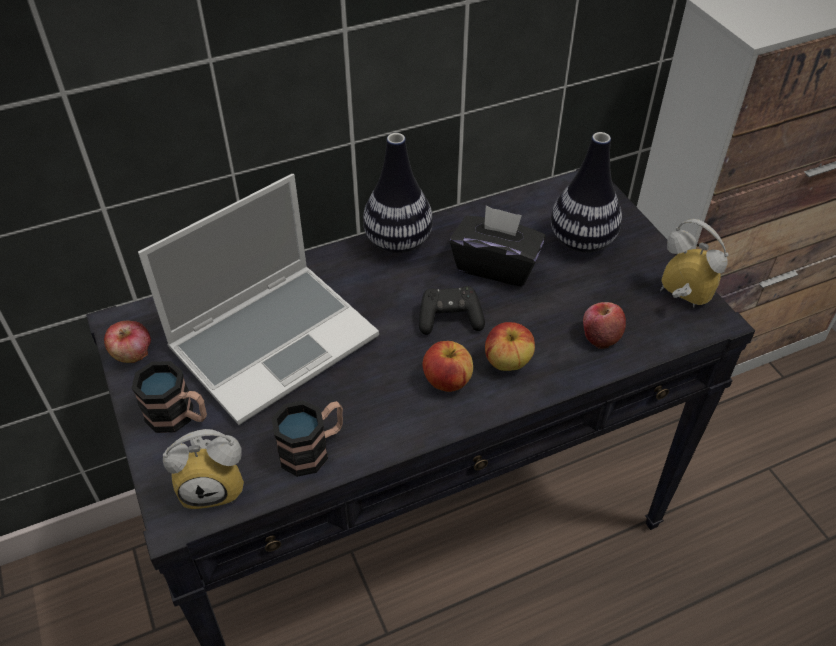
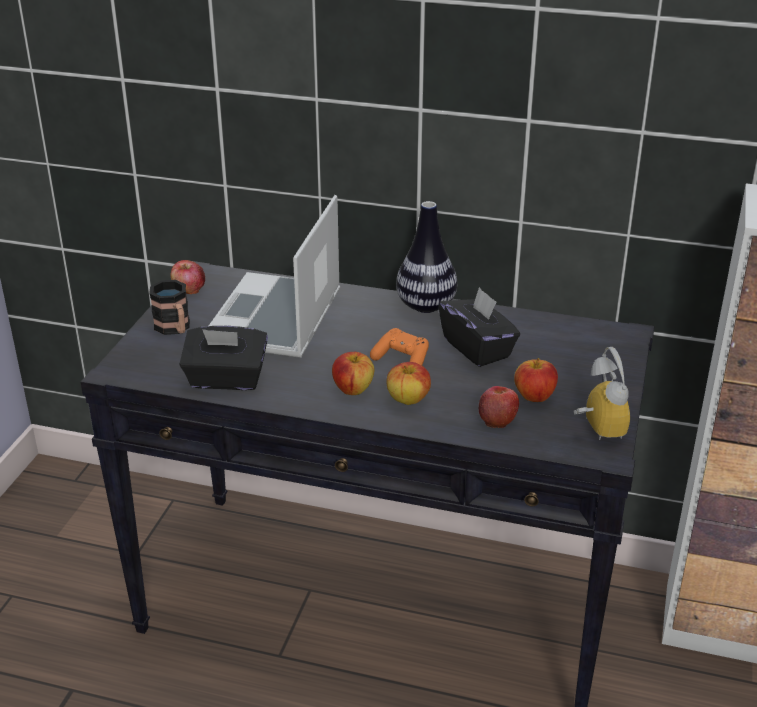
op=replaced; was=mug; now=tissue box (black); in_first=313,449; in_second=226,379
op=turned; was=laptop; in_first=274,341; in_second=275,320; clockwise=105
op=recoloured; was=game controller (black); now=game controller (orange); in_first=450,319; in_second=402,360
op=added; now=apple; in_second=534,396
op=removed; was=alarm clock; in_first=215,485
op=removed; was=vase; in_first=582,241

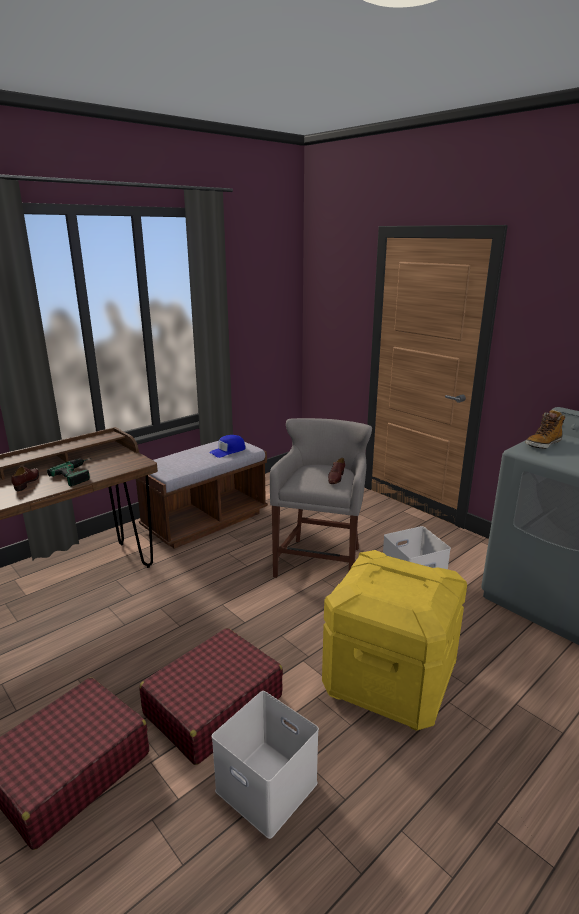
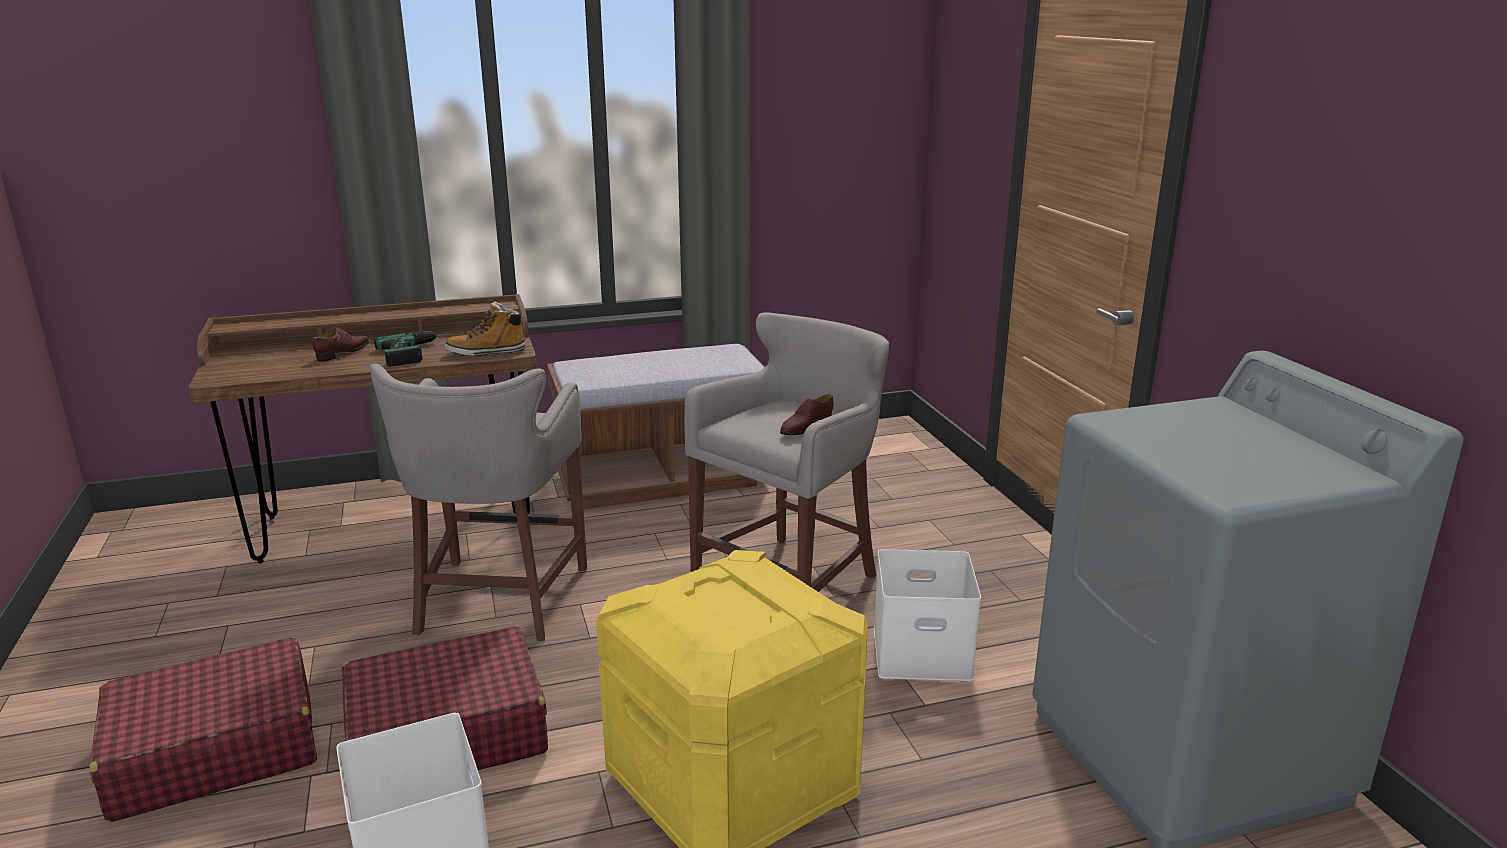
op=added; now=stool (grey); in_second=498,602
op=moved; was=boot; in_first=543,444; in_second=487,352
op=removed; was=cap (blue); in_first=228,451

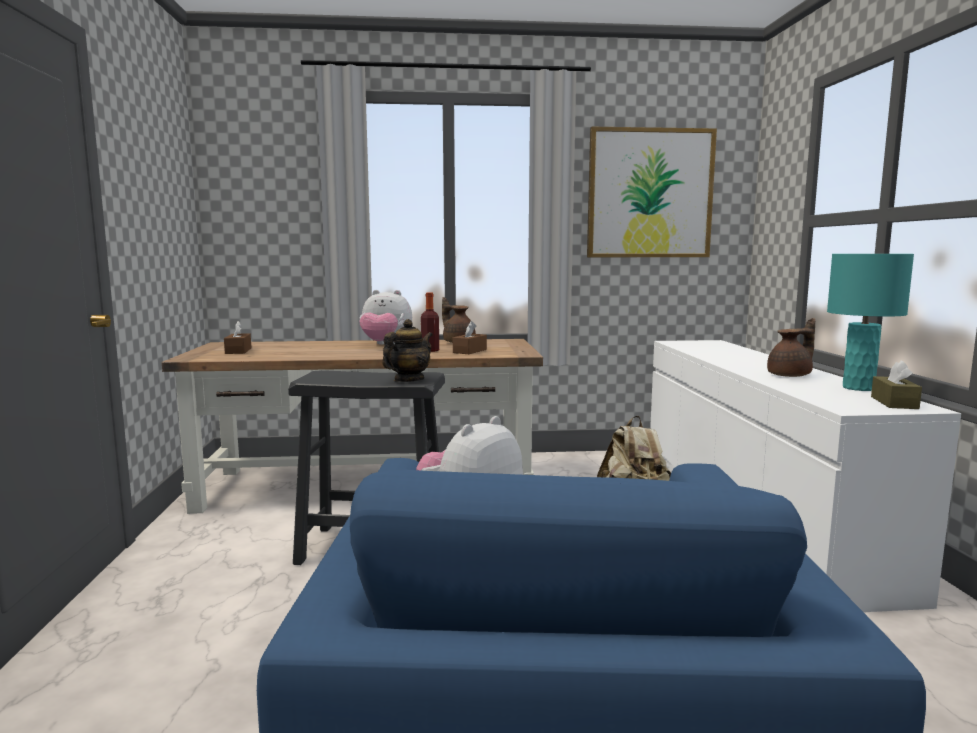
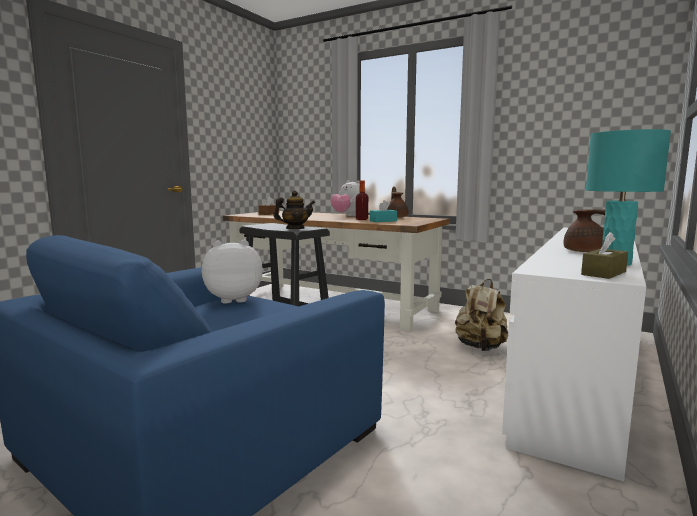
op=recoloured; was=tissue box (brown); now=tissue box (turquoise); in_first=469,351; in_second=383,221
op=removed; was=picture; in_first=650,194

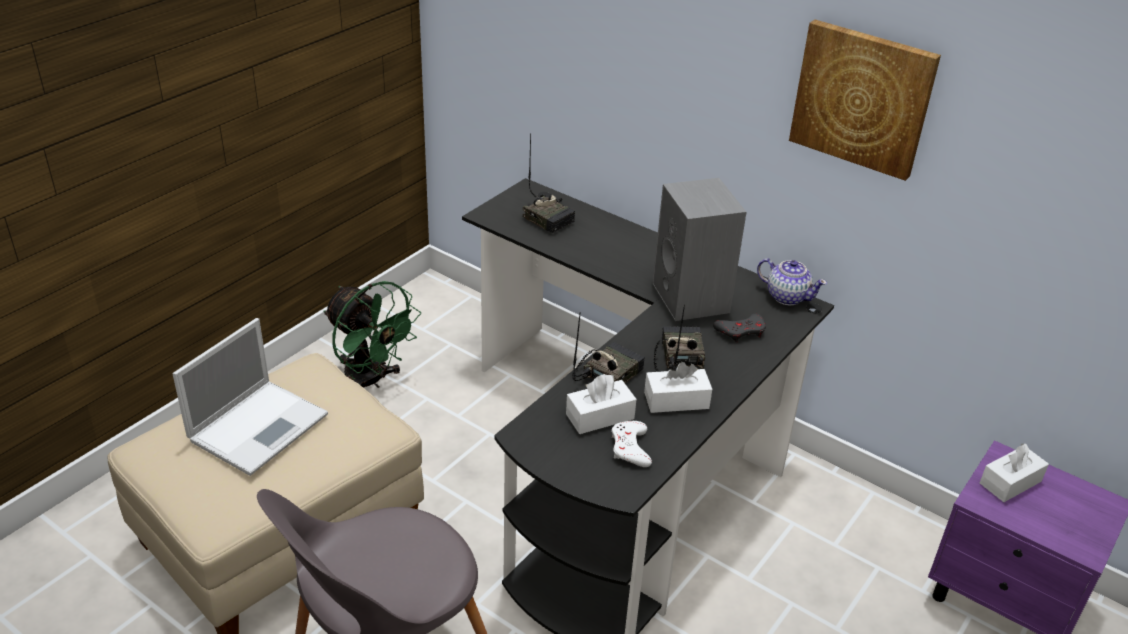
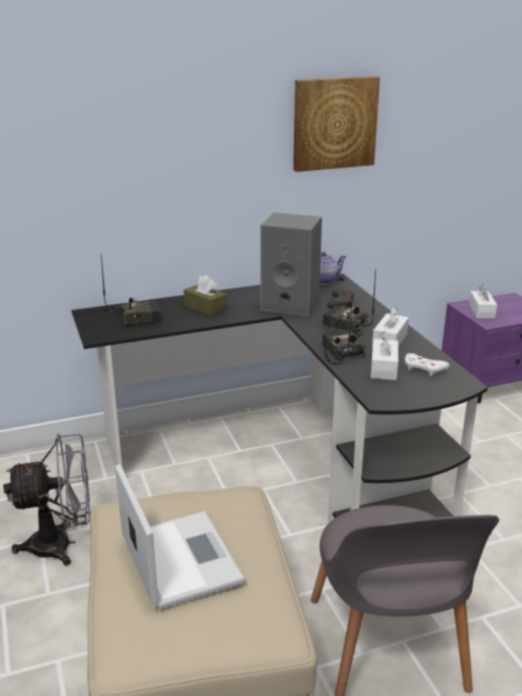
op=recoloured; was=fan (green); now=fan (grey); in_first=371,382; in_second=62,544
op=added; now=tissue box (brown); in_second=205,308

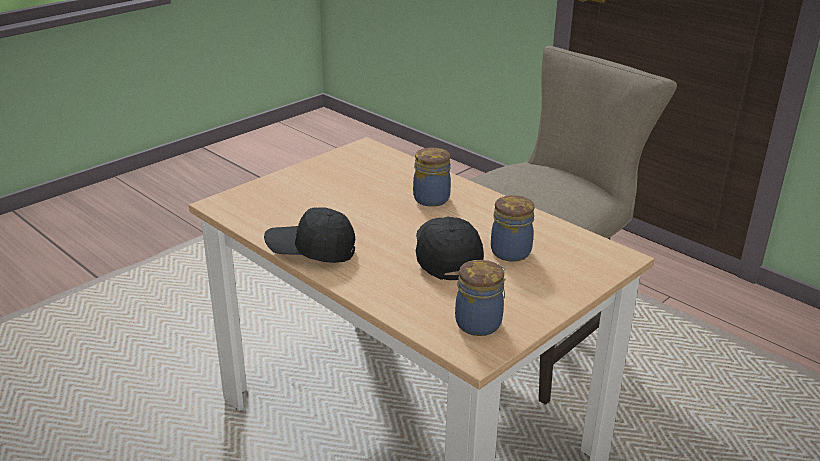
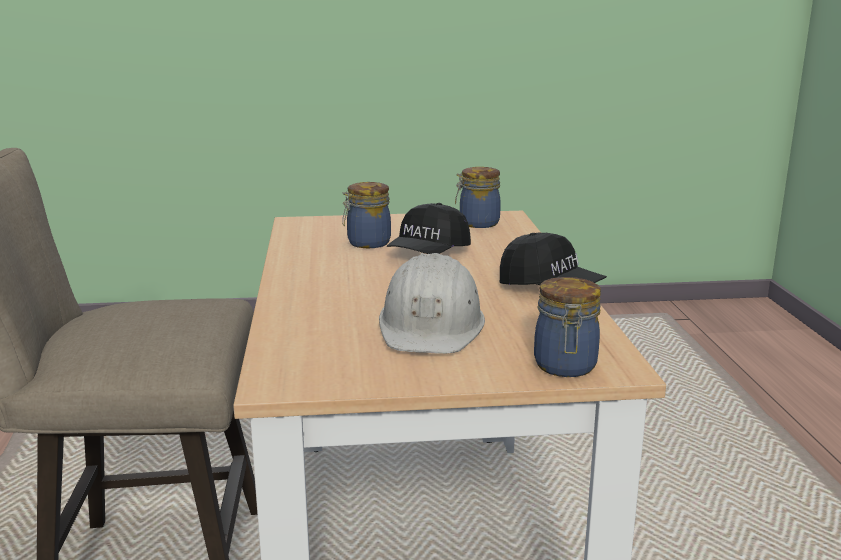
op=added; now=hard hat (white); in_second=432,325
op=moved; was=jar; in_first=430,198; in_second=565,367

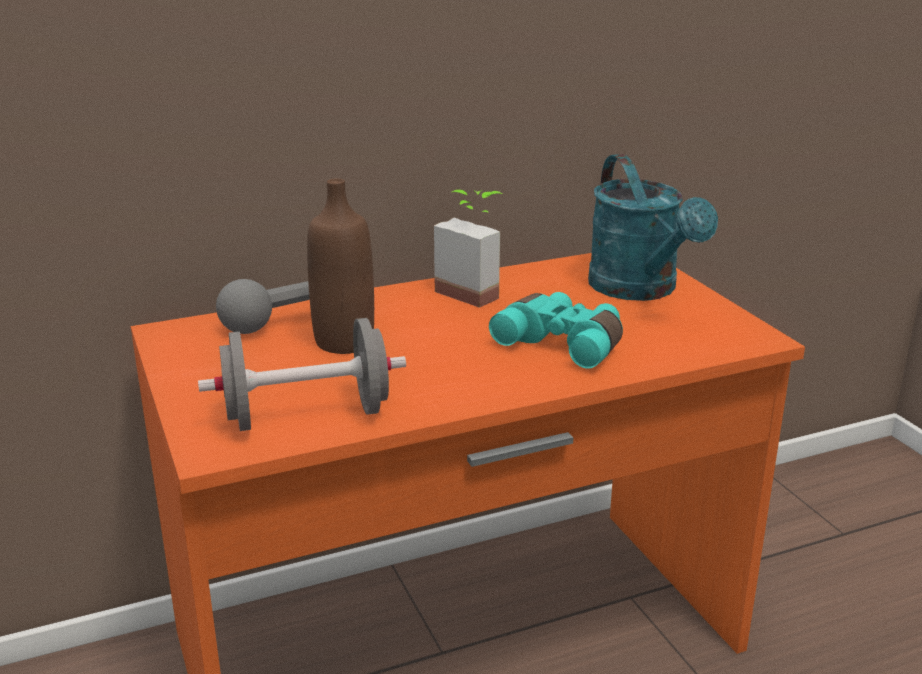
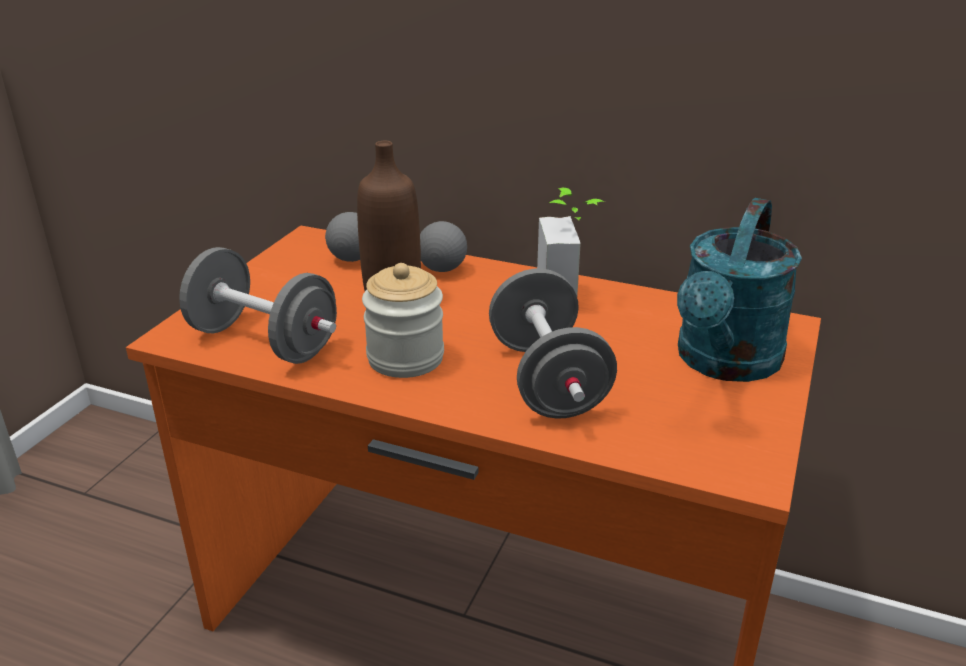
op=added; now=jar; in_second=405,358
op=replaced; was=binoculars (turquoise); now=dumbbell (grey); in_first=564,343; in_second=547,380

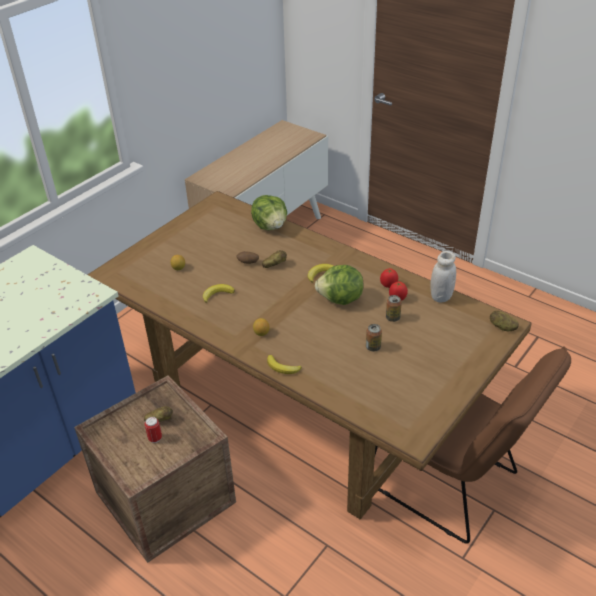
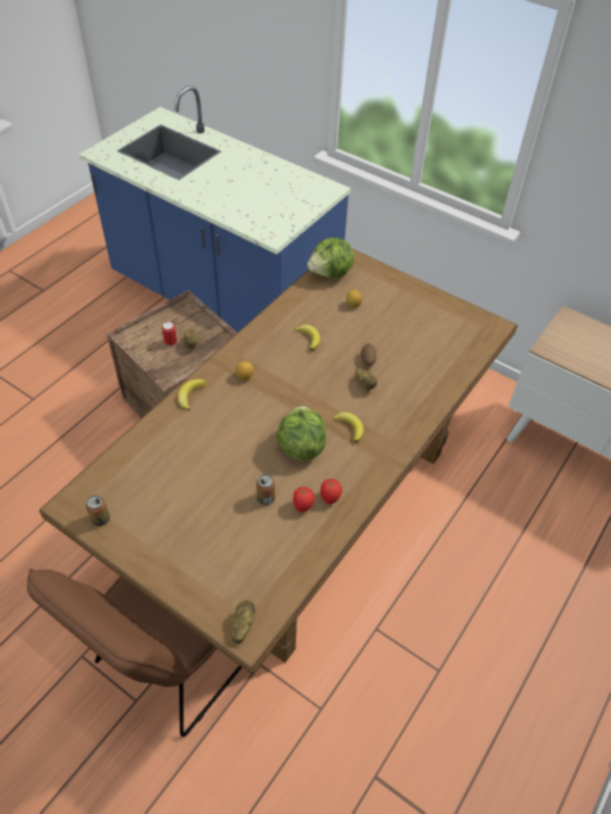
op=moved; was=can; in_first=373,347; in_second=100,519
op=moved; was=lettuce; in_first=270,226; in_second=331,273
op=removed; was=jar (white); in_first=441,296

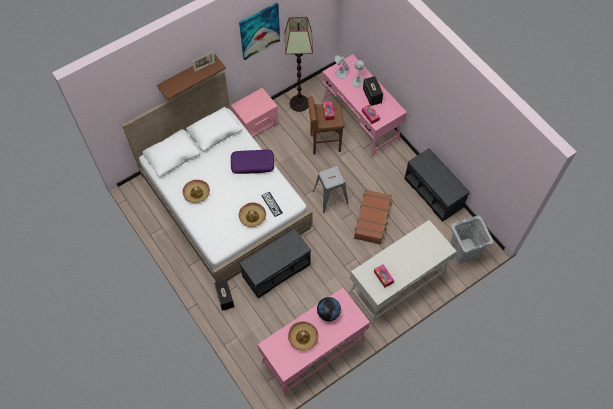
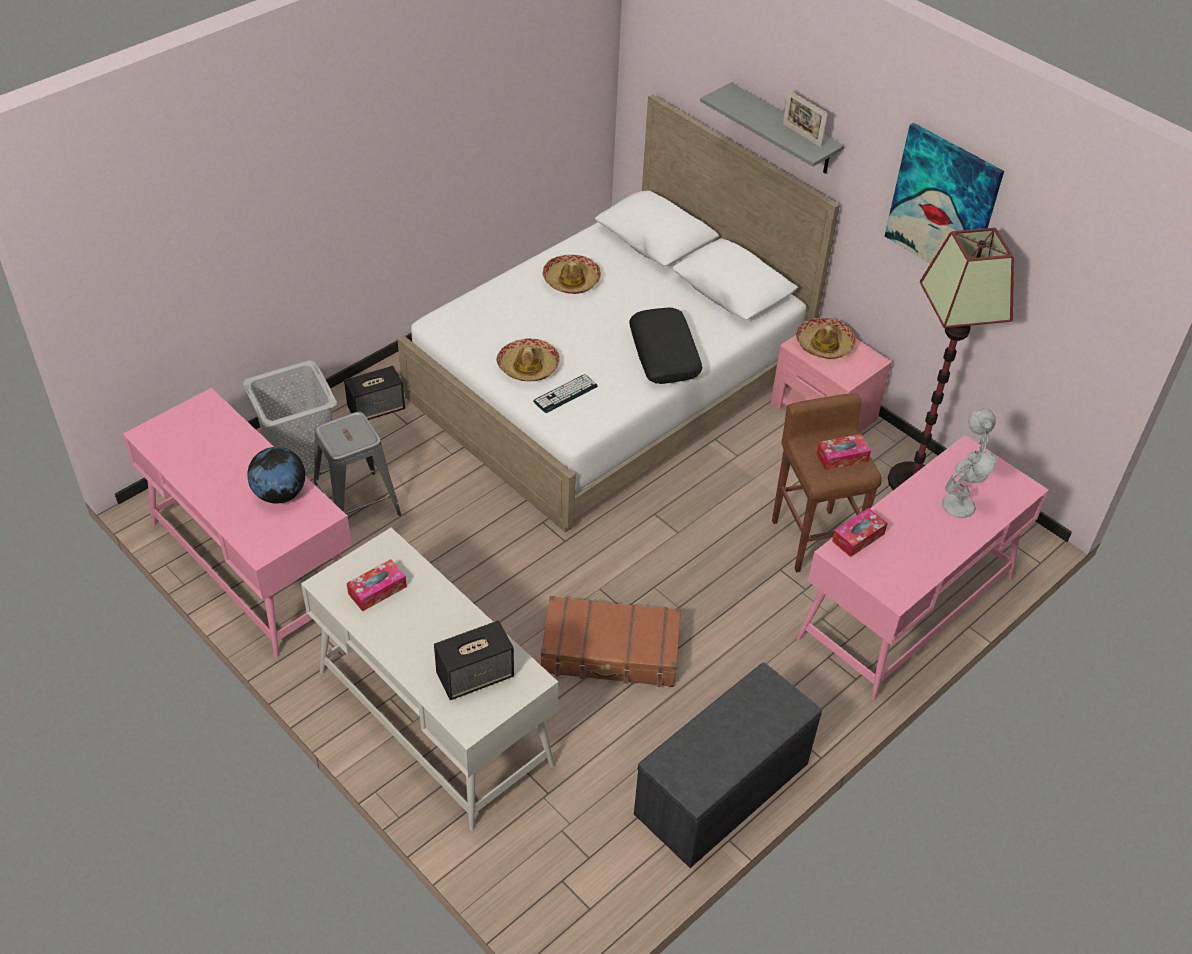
op=moved; was=laundry basket (grey); in_first=465,250; in_second=301,458
op=moved; was=stool (grey); in_first=330,198; in_second=356,505
op=moved; was=speaker; in_first=372,96; in_second=476,675
op=recoloured; was=pillow (purple); now=pillow (black); in_first=252,164; in_second=665,354
op=recoloured; was=shelf (brown); now=shelf (grey); in_first=187,74; in_second=783,130
op=moved; was=hat; in_first=303,337; in_second=824,345
op=removed; was=bench (grey); in_first=276,270

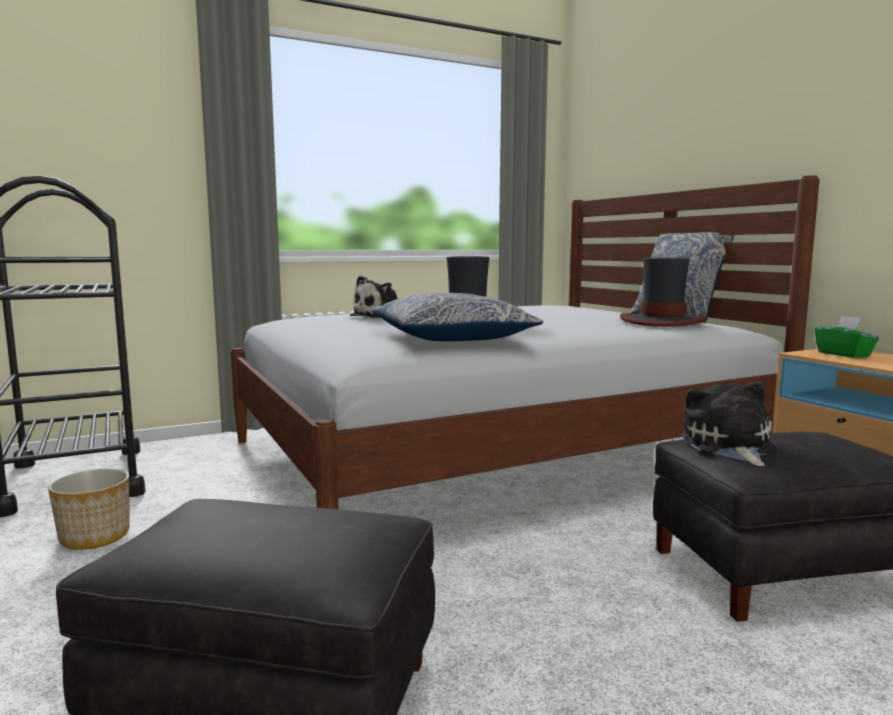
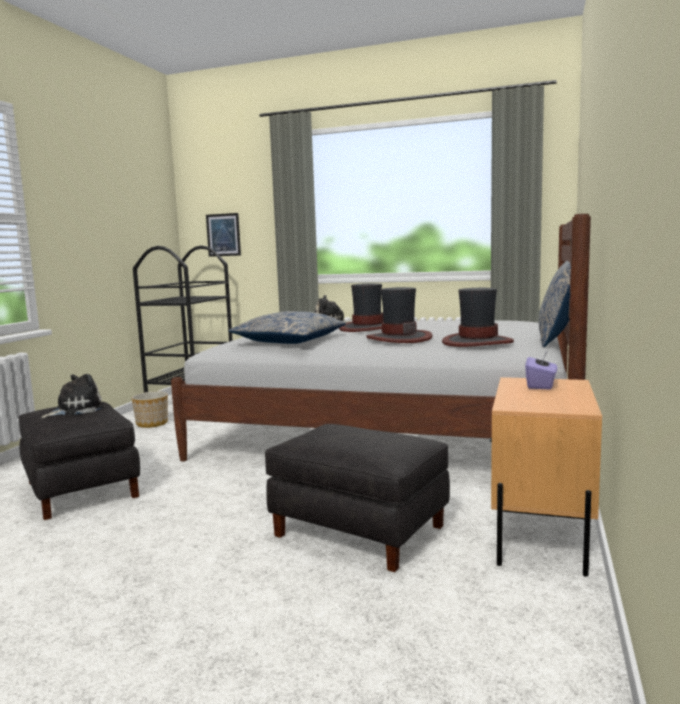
op=moved; was=plush toy; in_first=729,447; in_second=75,410
op=added; now=picture; in_second=223,235
op=added; now=hat; in_second=398,338
op=recoloured; was=tissue box (green); now=tissue box (purple); in_first=844,354; in_second=541,385

